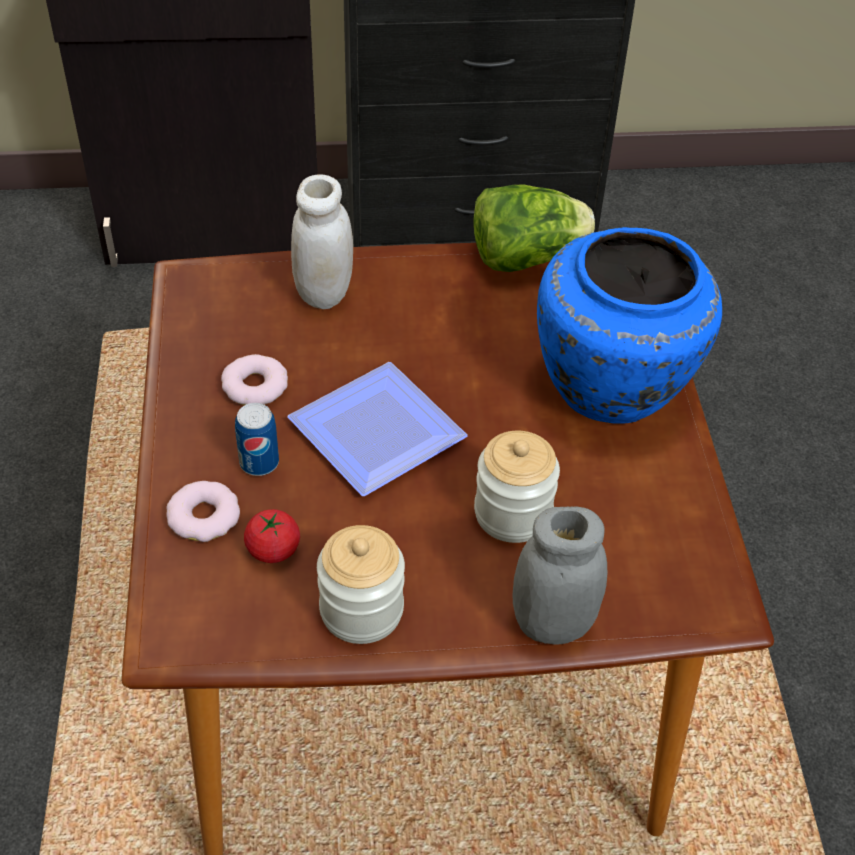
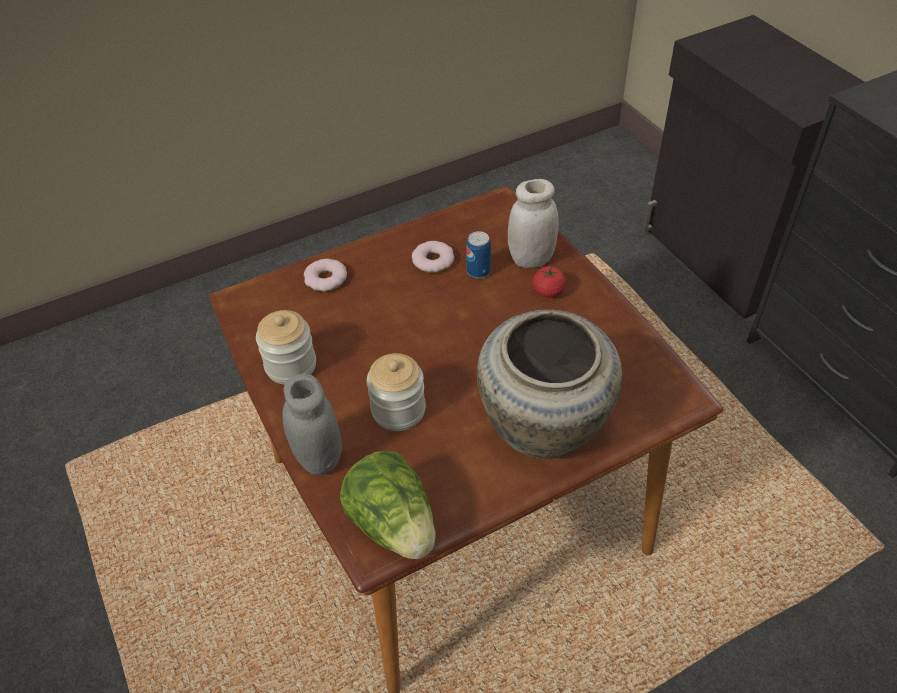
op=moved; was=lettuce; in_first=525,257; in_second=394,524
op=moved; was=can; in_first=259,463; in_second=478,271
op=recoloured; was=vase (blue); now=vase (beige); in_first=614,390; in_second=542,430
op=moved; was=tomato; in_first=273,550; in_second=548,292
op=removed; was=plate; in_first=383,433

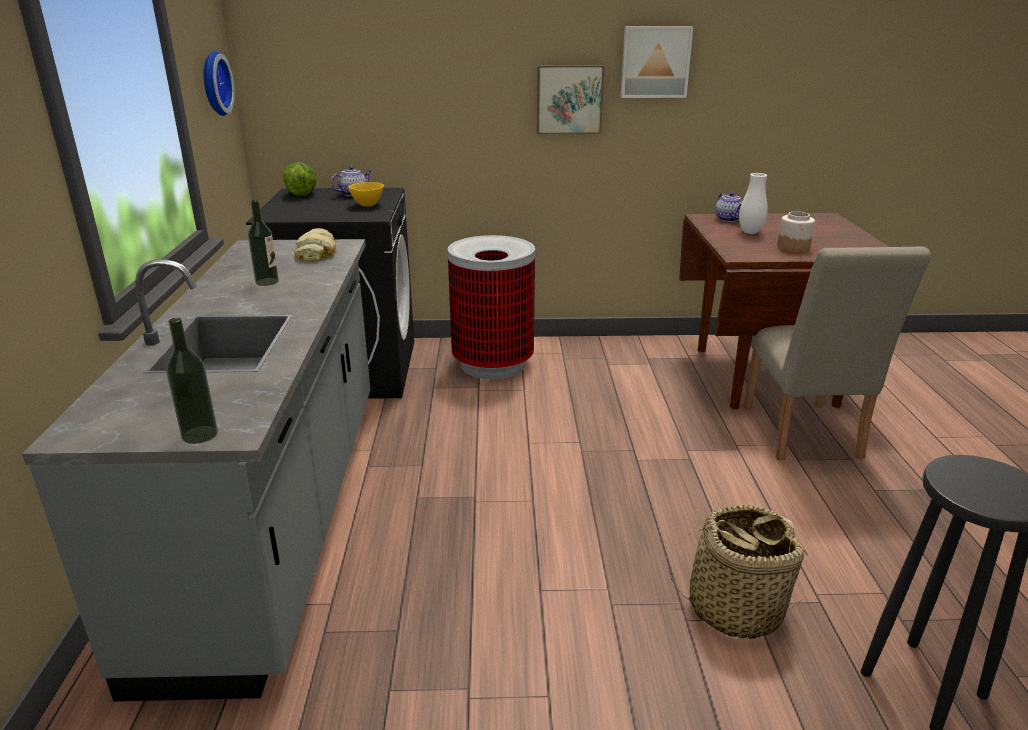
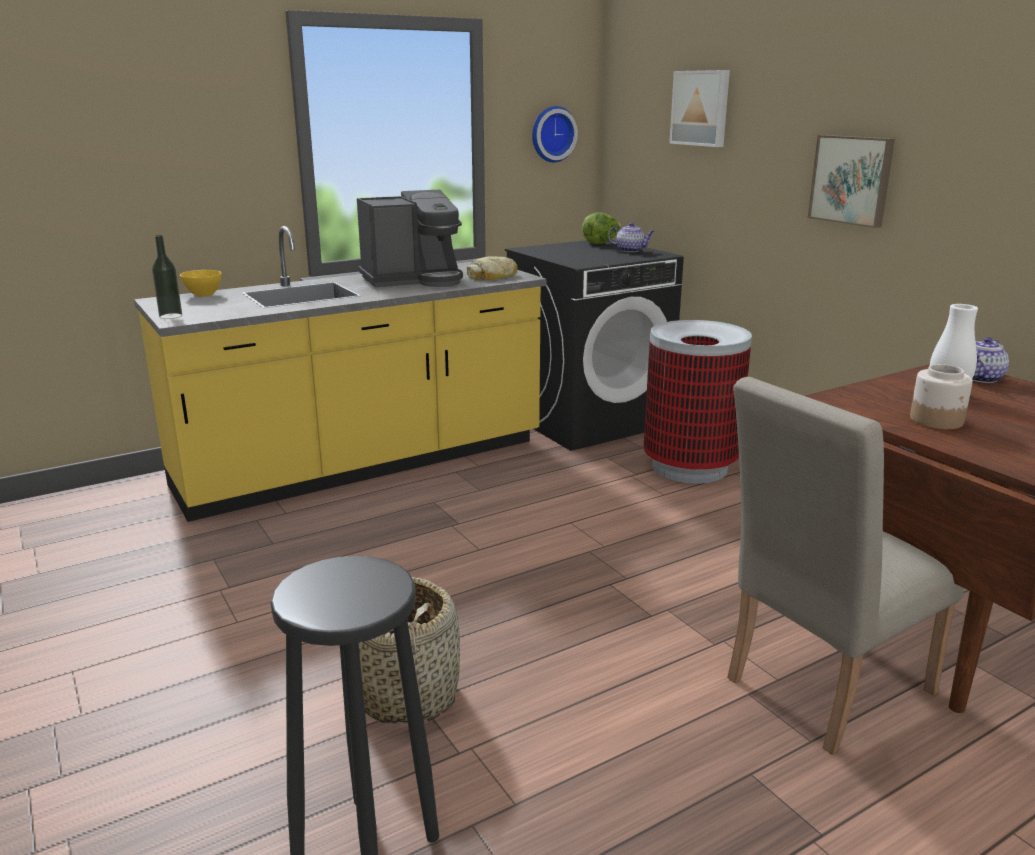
op=recoloured; was=counter (grey); now=counter (yellow); in_first=280,517; in_second=363,465
op=moved; was=bowl (yellow); in_first=367,205; in_second=203,295
op=replaced; was=bottle; now=coffee machine; in_first=267,282; in_second=413,280
op=moved; was=picture; in_first=655,62; in_second=701,108

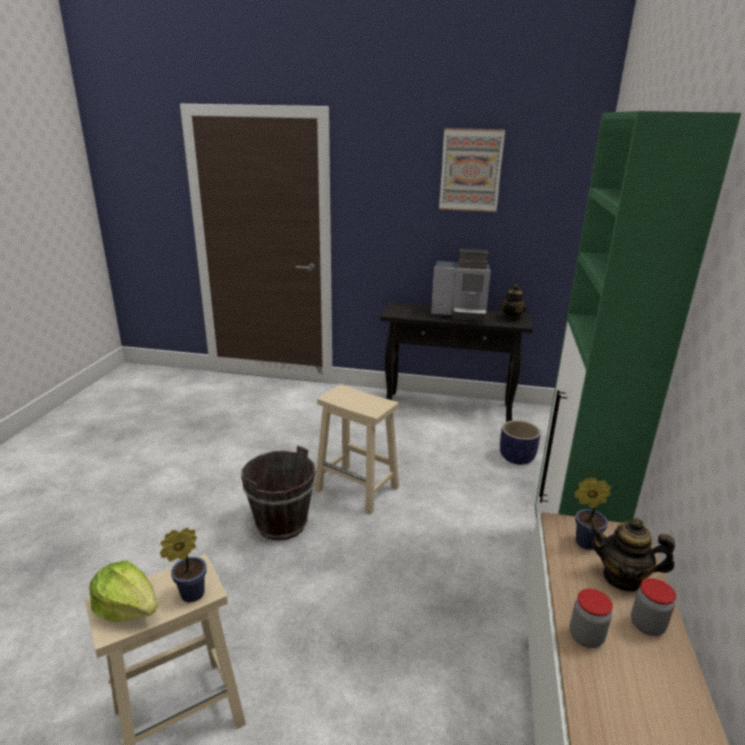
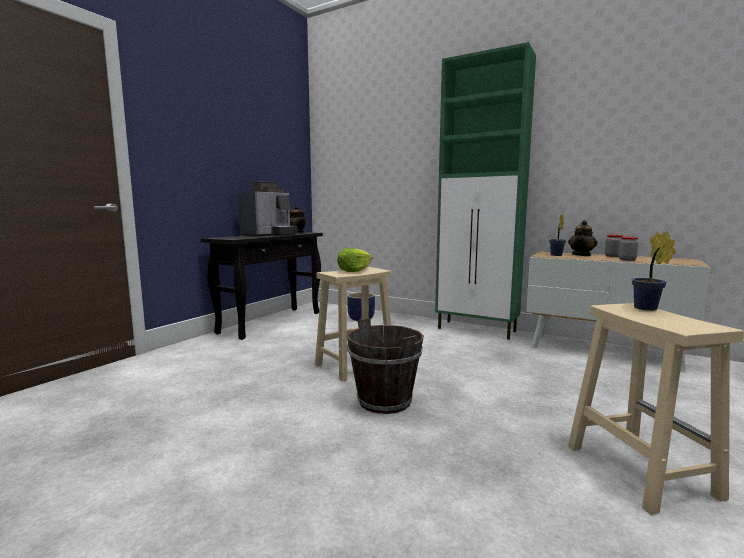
op=moved; was=lettuce; in_first=127,608; in_second=354,271
op=removed; was=picture; in_first=470,170

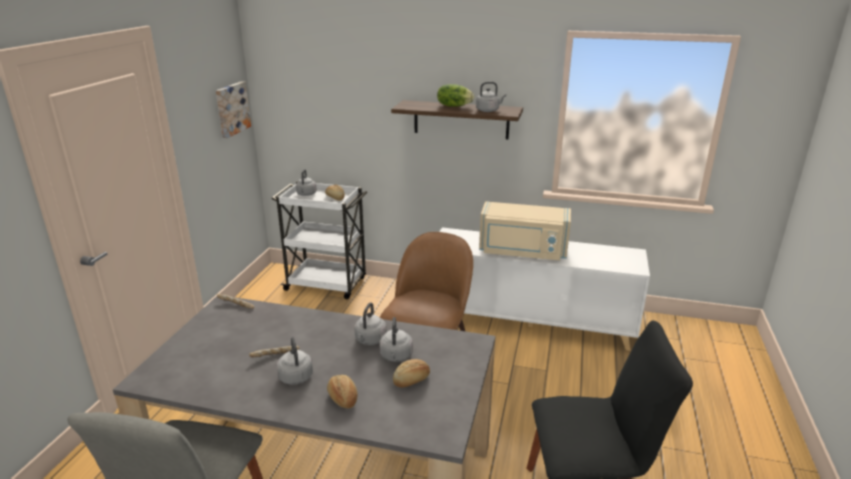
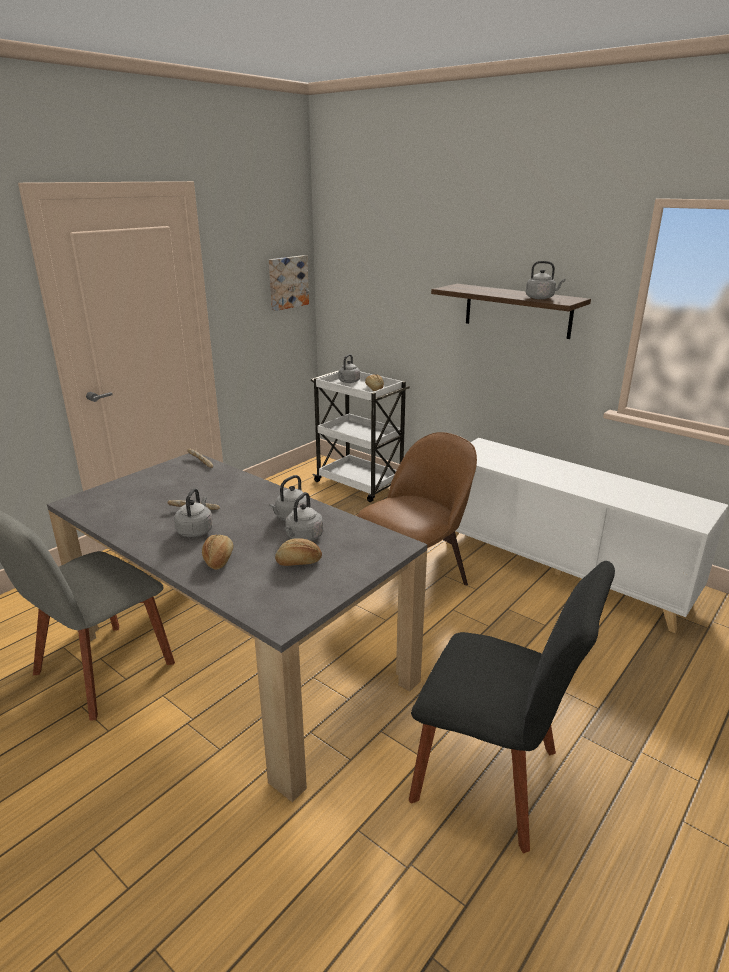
op=removed; was=lettuce; in_first=454,106
op=removed; was=microwave (beige); in_first=522,252

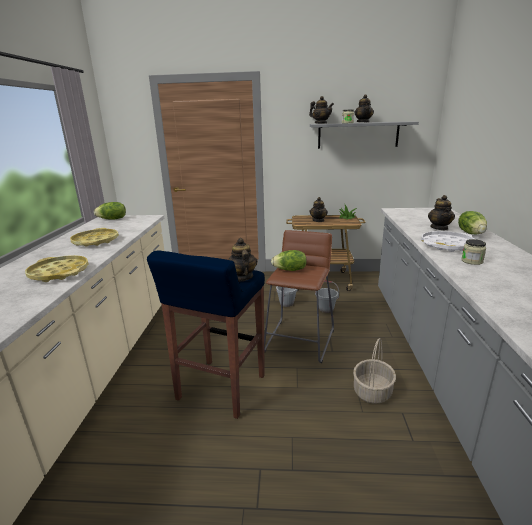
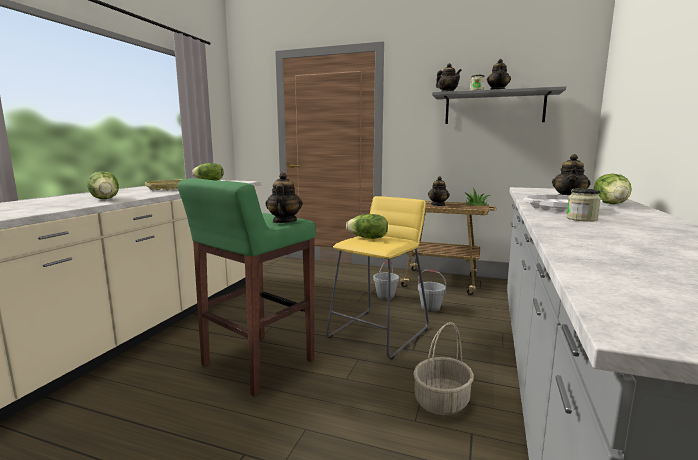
op=replaced; was=tray (yellow); now=lettuce; in_first=59,273; in_second=106,199
op=recoloured; was=stool (blue); now=stool (green); in_first=220,388; in_second=256,363
op=recoloured; was=stool (brown); now=stool (yellow); in_first=299,340; in_second=378,333

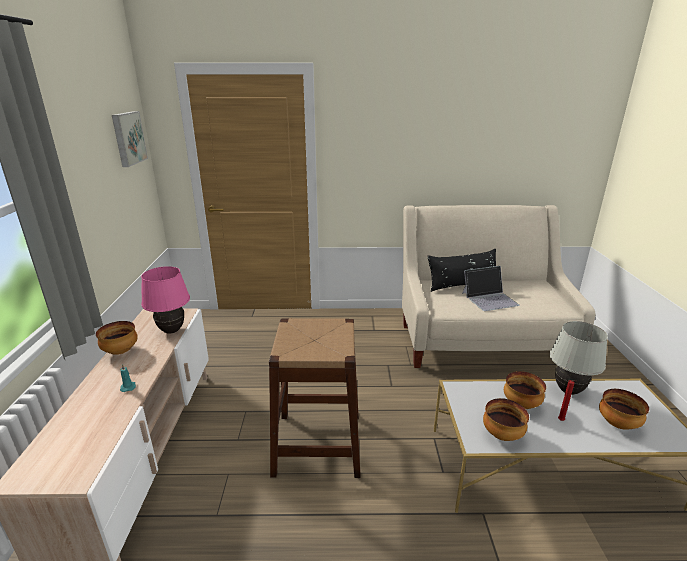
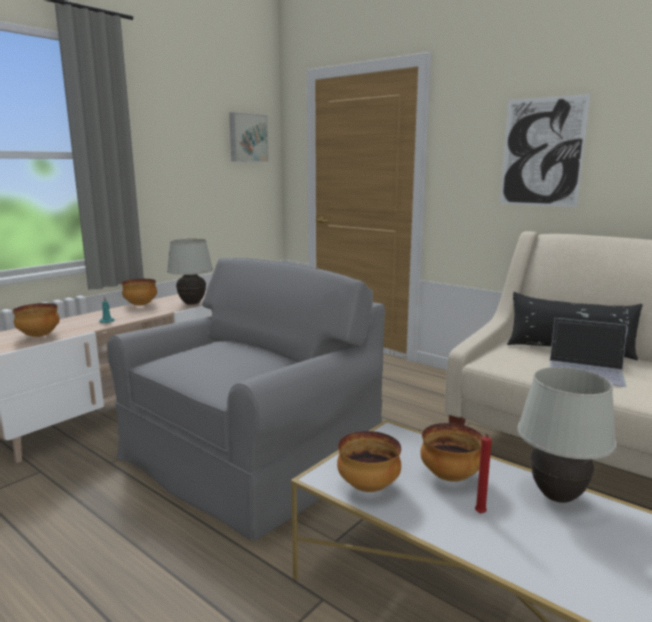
op=moved; was=bowl; in_first=618,424; in_second=38,336
op=replaced; was=stool (brown); now=armchair (grey); in_first=318,443; in_second=251,457
op=recoloured; was=table lamp (pink); now=table lamp (white); in_first=172,331; in_second=192,303
op=added; now=picture; in_second=542,152

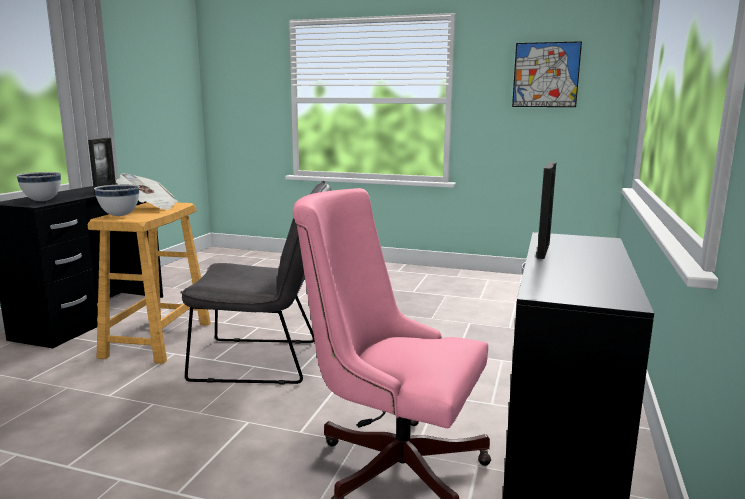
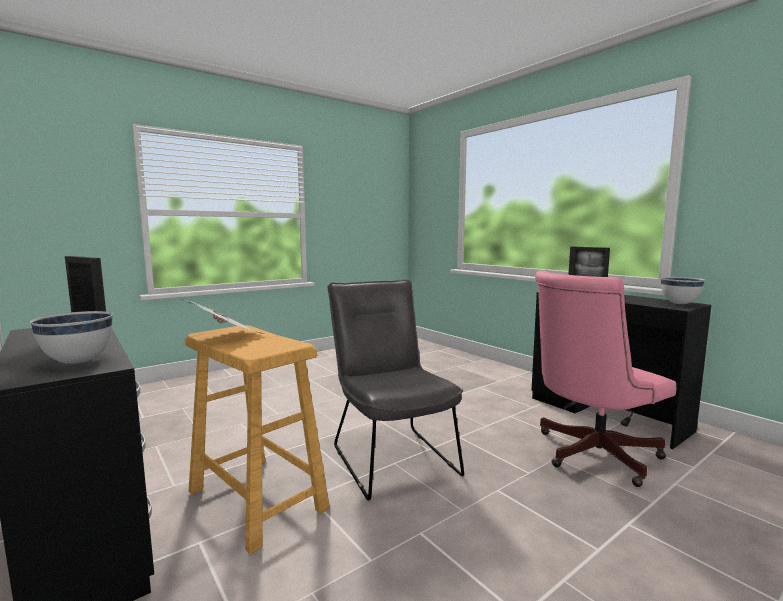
op=turned; was=chair (grey); in_first=265,361; in_second=390,456; clockwise=-60
op=moved; was=bowl (white); in_first=120,215; in_second=679,304
op=removed; was=picture; in_first=546,75

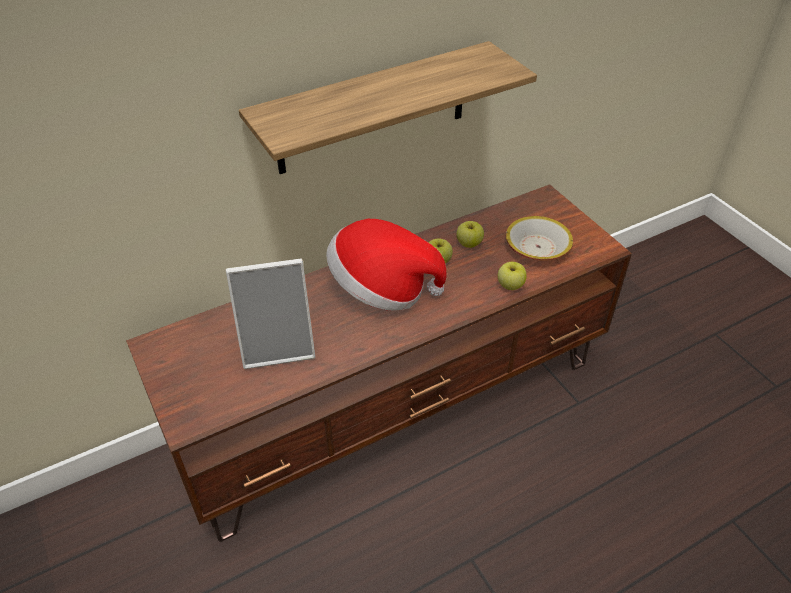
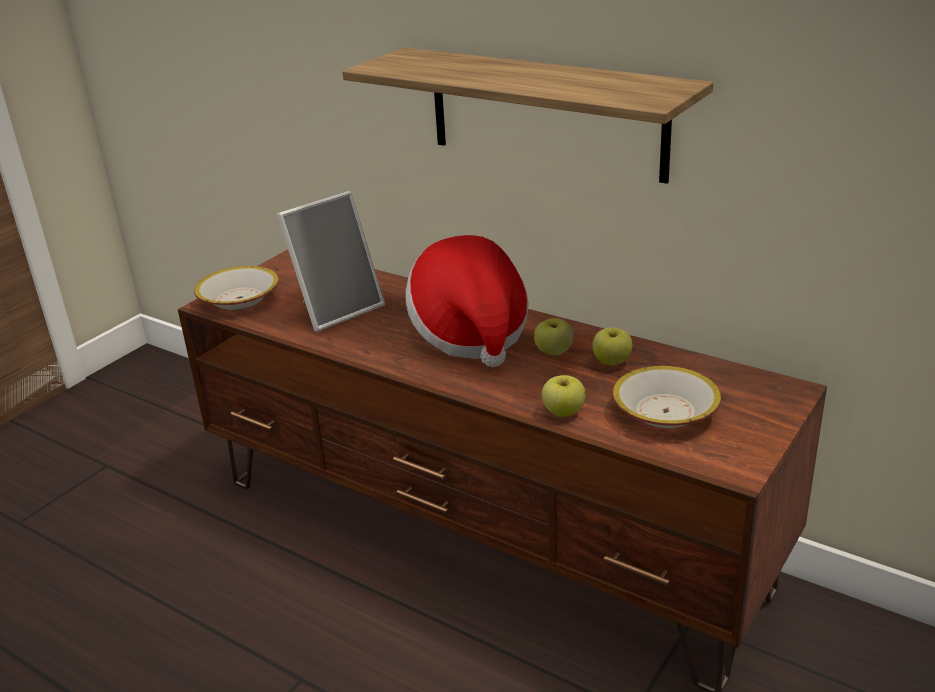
op=added; now=bowl; in_second=240,299
op=turned; was=picture frame; in_first=278,345; in_second=337,309; clockwise=-90

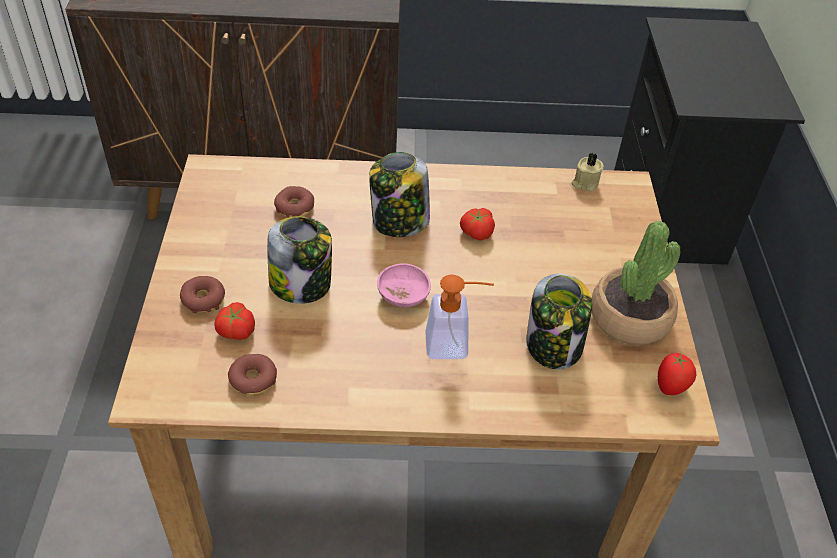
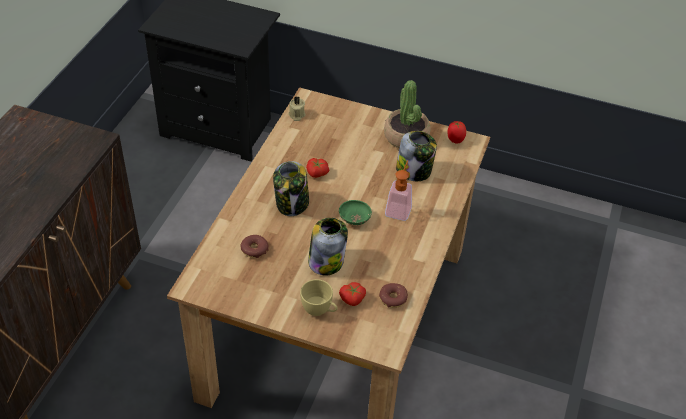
op=replaced; was=donut; now=cup (yellow); in_first=203,299; in_second=319,310
op=recoloured; was=bowl (pink); now=bowl (green); in_first=403,296; in_second=354,219

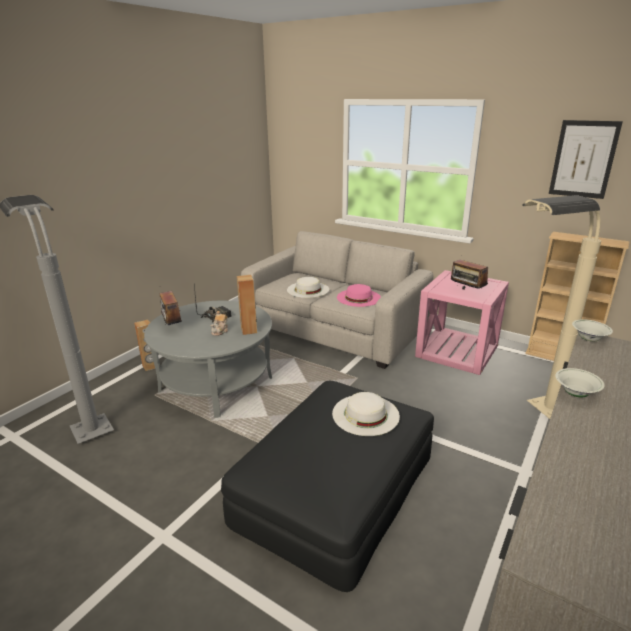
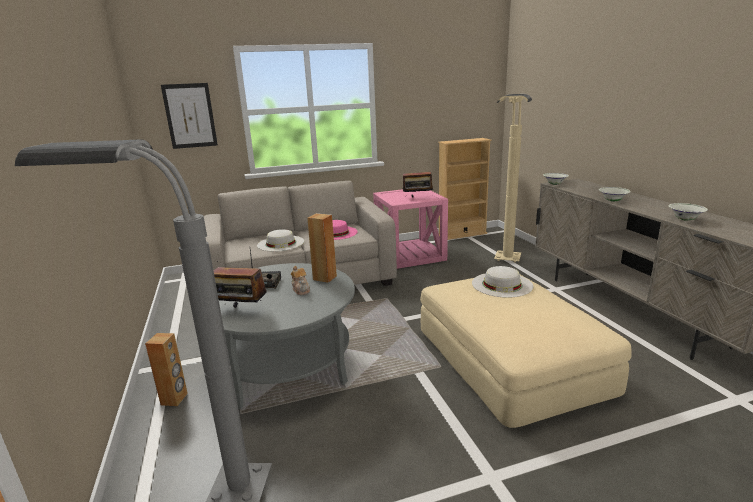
op=moved; was=picture; in_first=583,159; in_second=190,116
op=recoloured; was=ottoman (black); now=ottoman (beige); in_first=336,488; in_second=510,358
op=added; now=bowl (white); in_second=685,219

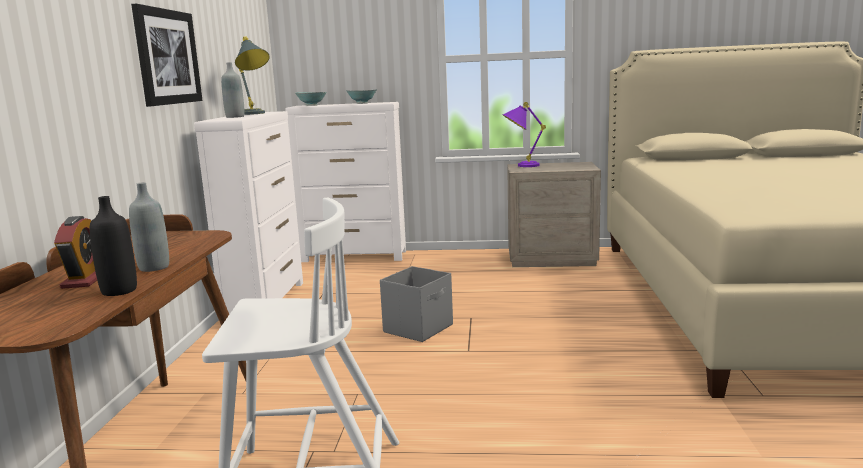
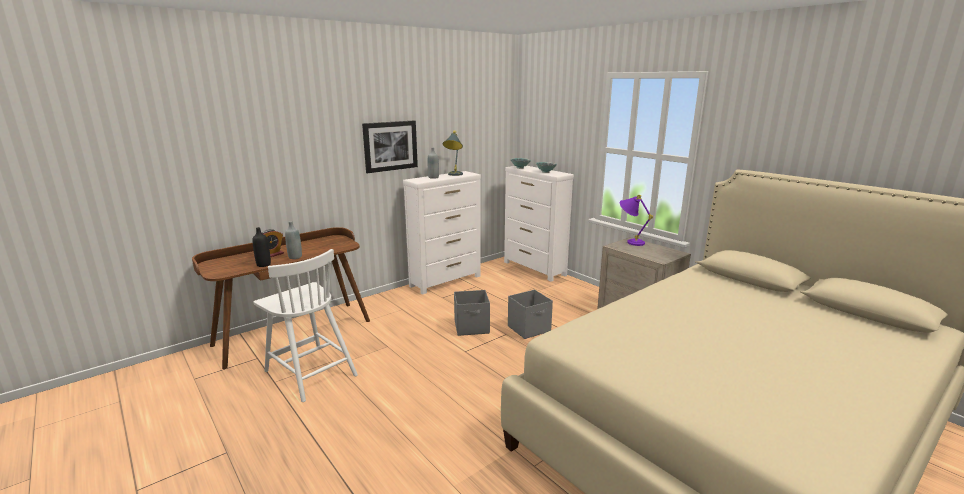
op=added; now=storage box (grey); in_second=529,329

